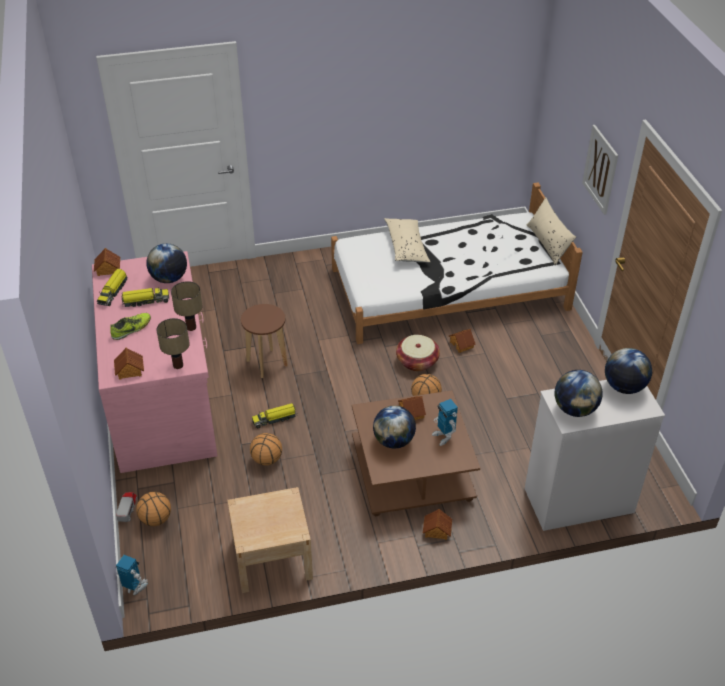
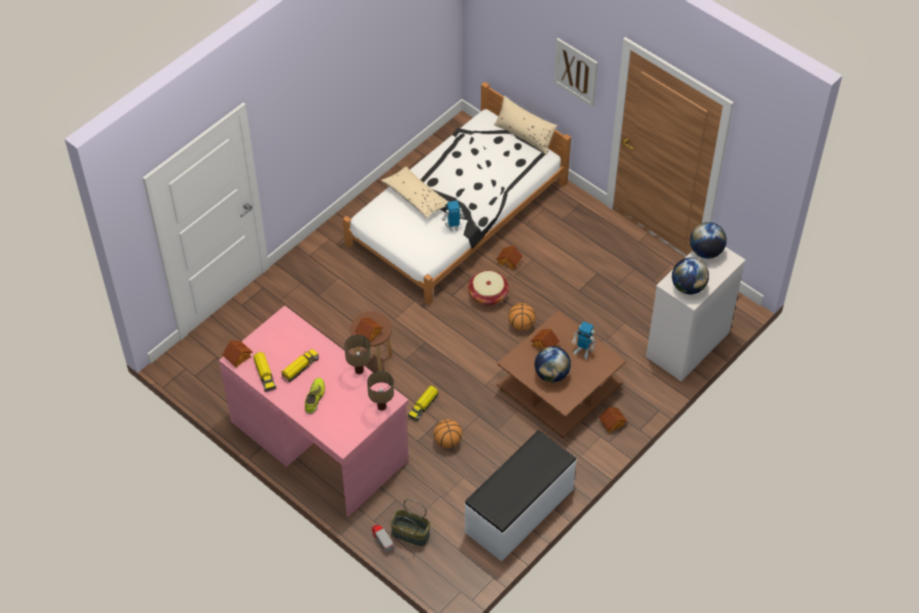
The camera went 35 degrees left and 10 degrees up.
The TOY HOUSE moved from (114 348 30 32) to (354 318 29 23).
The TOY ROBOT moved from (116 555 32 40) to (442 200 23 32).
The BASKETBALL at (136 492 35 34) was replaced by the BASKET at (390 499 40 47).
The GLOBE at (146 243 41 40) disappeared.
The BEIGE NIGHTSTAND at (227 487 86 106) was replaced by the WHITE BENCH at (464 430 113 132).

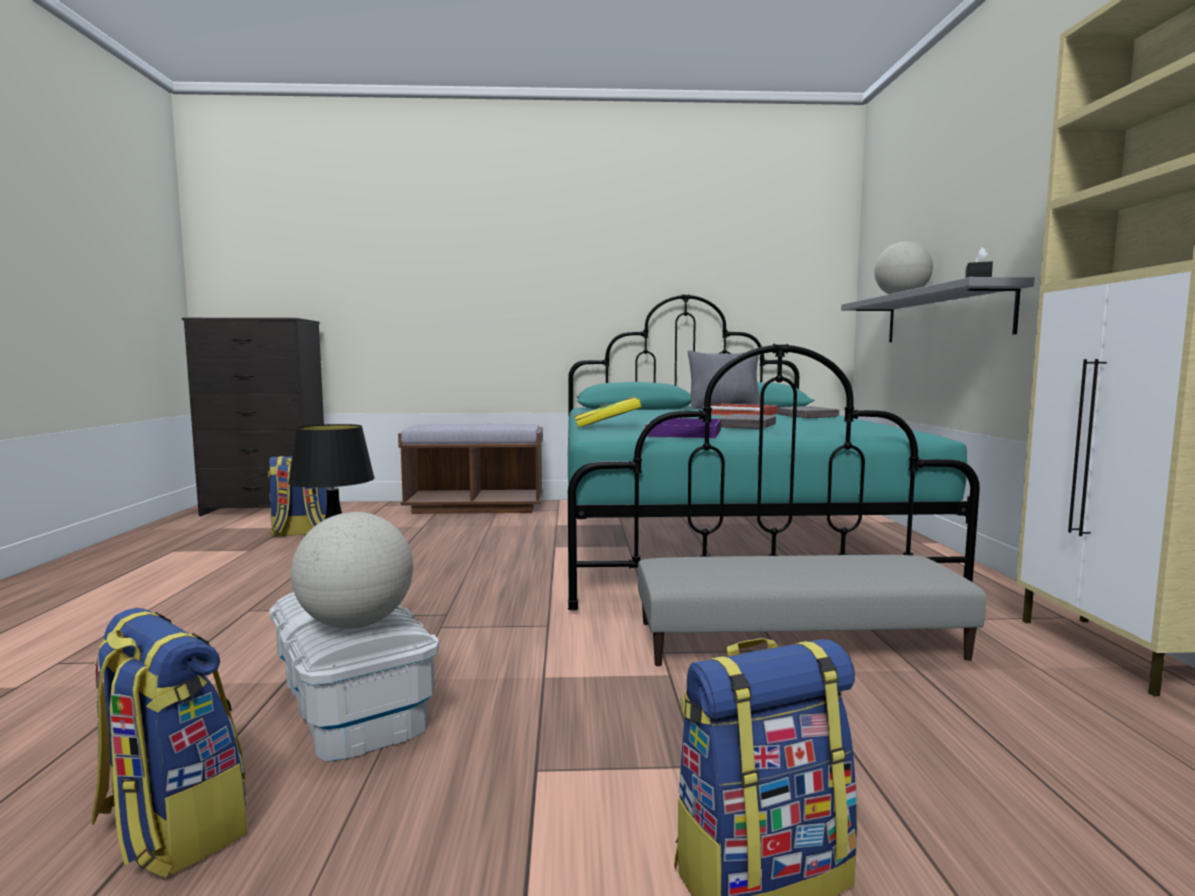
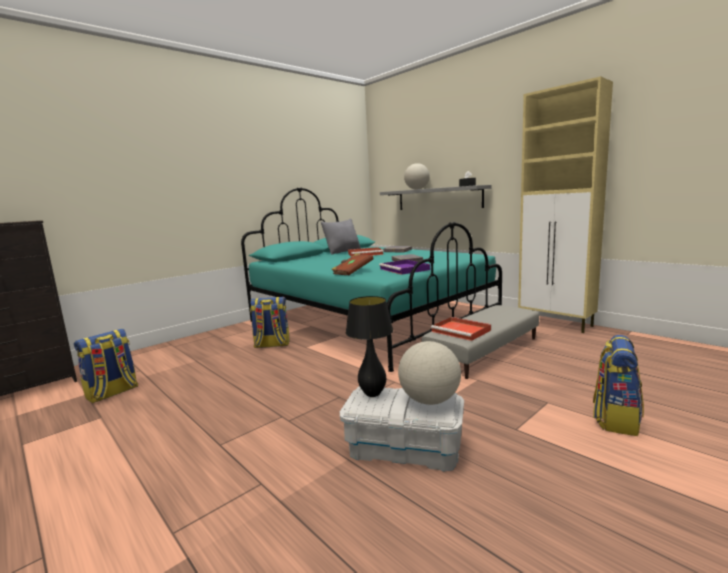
The camera went 40 degrees left and 5 degrees up.
The BACKPACK moved from (92 608 156 270) to (250 297 39 51).
The BROWN BENCH at (398 424 145 90) disappeared.
The YELLOW BOOK at (574 396 68 32) became the BROWN BOOK at (331 253 43 23).
The RED TRAY at (431 317 60 24) appeared.

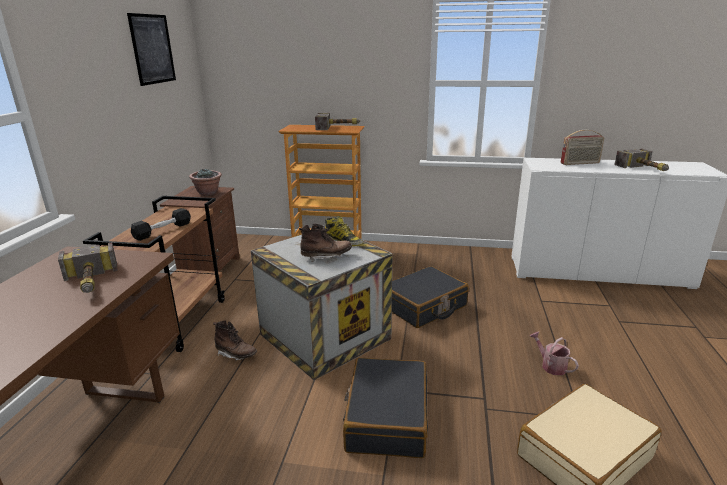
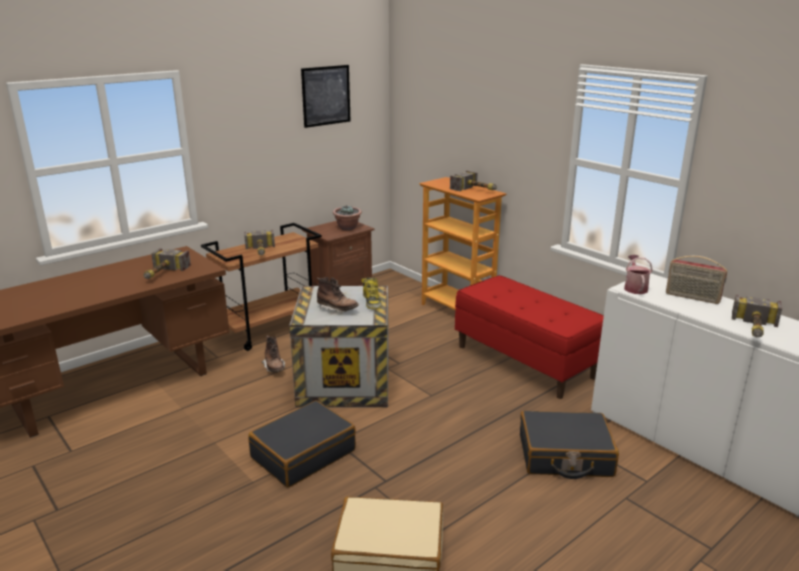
The camera went 40 degrees right and 0 degrees up.
The BLACK DUMBBELL at (131 208 60 33) was replaced by the HAMMER at (244 230 31 25).
The BLACK SUITCASE moved from (392 266 77 62) to (520 411 99 68).
The WATERING CAN moved from (530 332 49 43) to (624 255 29 39).
The RED BENCH at (455 275 149 124) appeared.

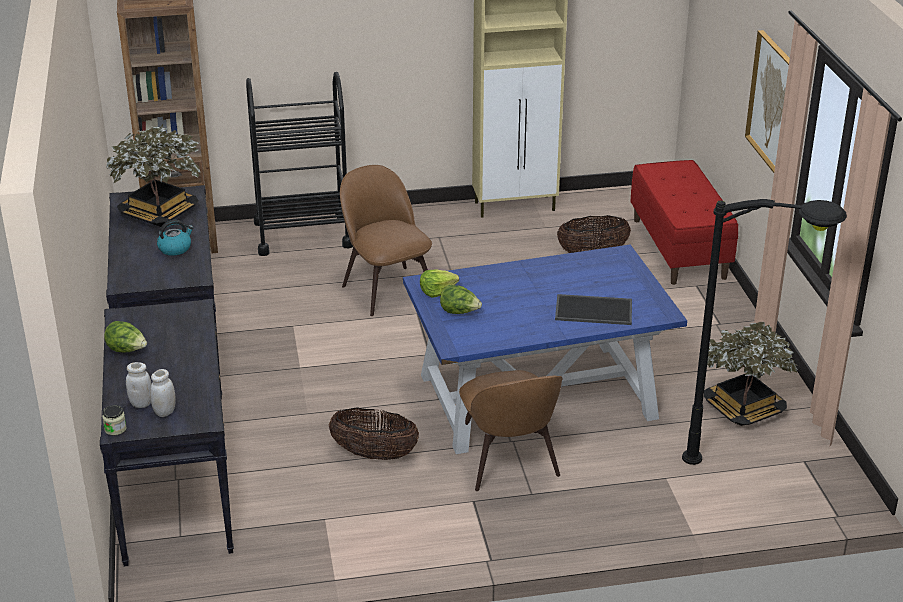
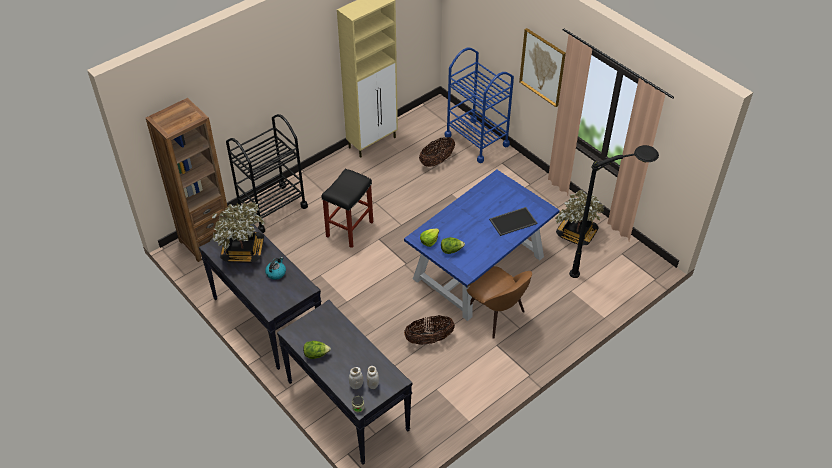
The camera went 30 degrees left and 15 degrees up.
The BROWN CHAIR at (340 165 92 151) was replaced by the BLACK STOOL at (322 169 51 79).
The RED BENCH at (630 160 108 125) was replaced by the BLUE CART at (445 48 69 115).

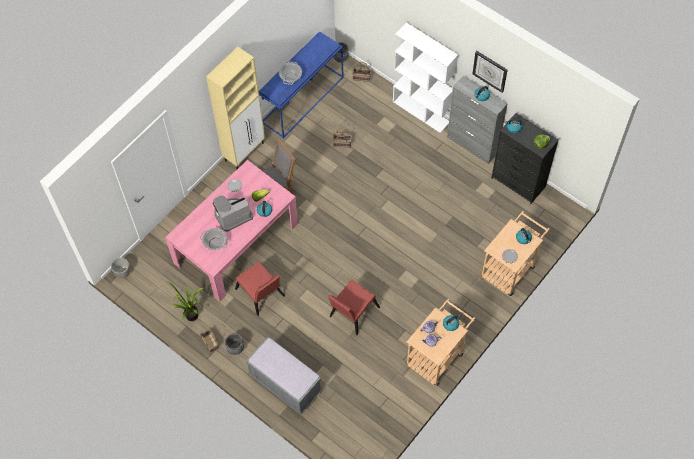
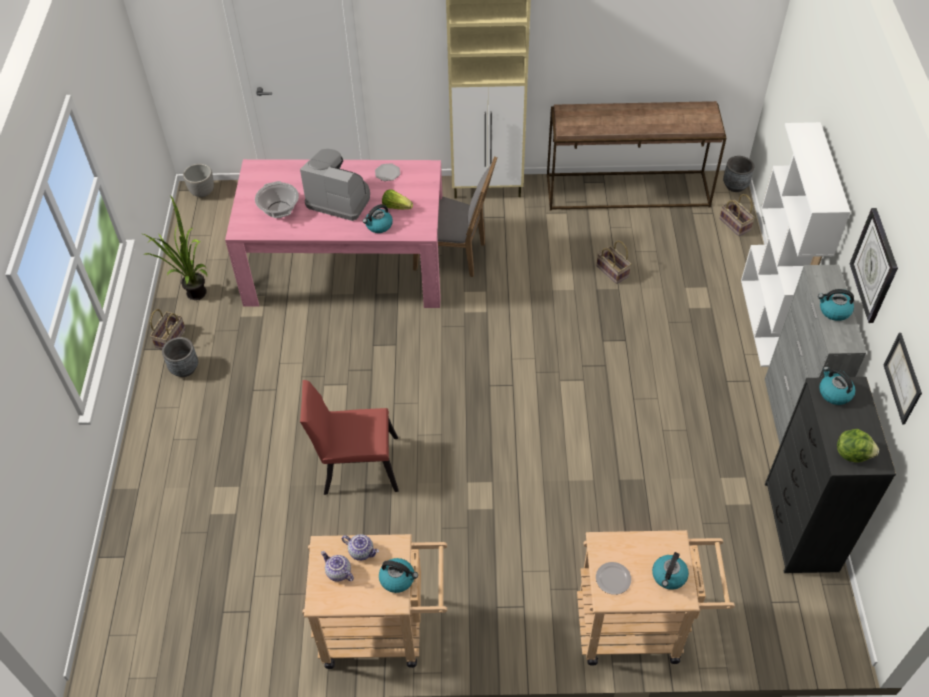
The camera went 50 degrees right and 10 degrees down.
The RED CHAIR at (235 261 50 55) disappeared.
The GREY BENCH at (246 337 76 78) disappeared.
The BLUE CONSOLE TABLE at (259 31 85 108) became the BROWN CONSOLE TABLE at (547 101 179 109).
The COOKING POT at (279 62 23 23) disappeared.
The PICTURE at (884 333 38 91) appeared.

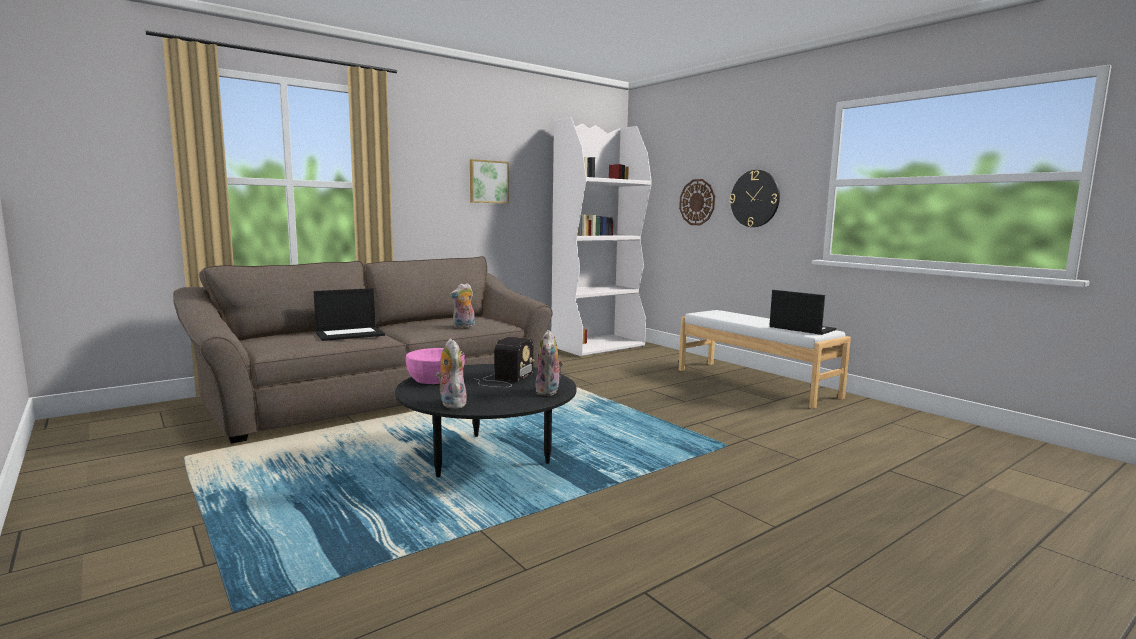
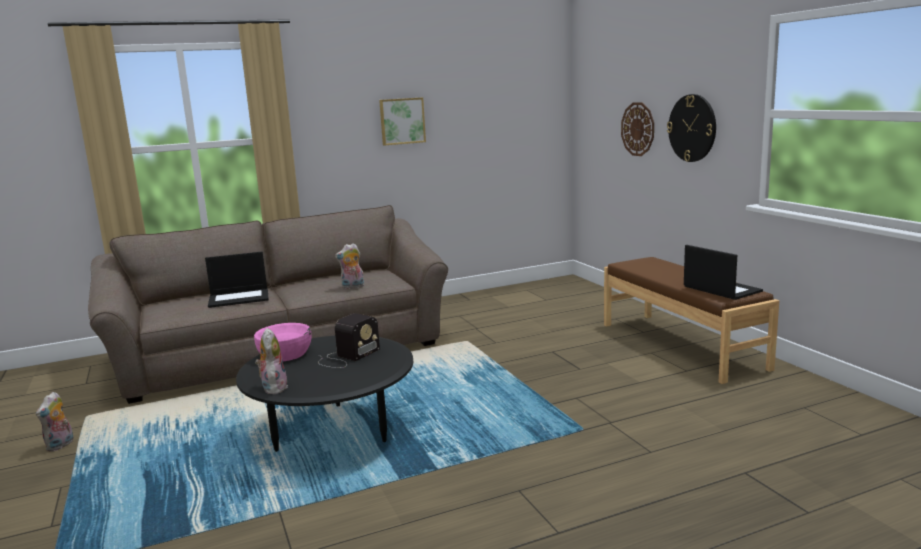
The camera went 15 degrees right and 5 degrees up.
The PLUSH TOY moved from (536 330 28 66) to (36 392 38 60).
The WHITE BOOKCASE at (551 117 101 239) disappeared.
The WHITE BENCH at (679 310 172 99) became the BROWN BENCH at (604 257 175 127).

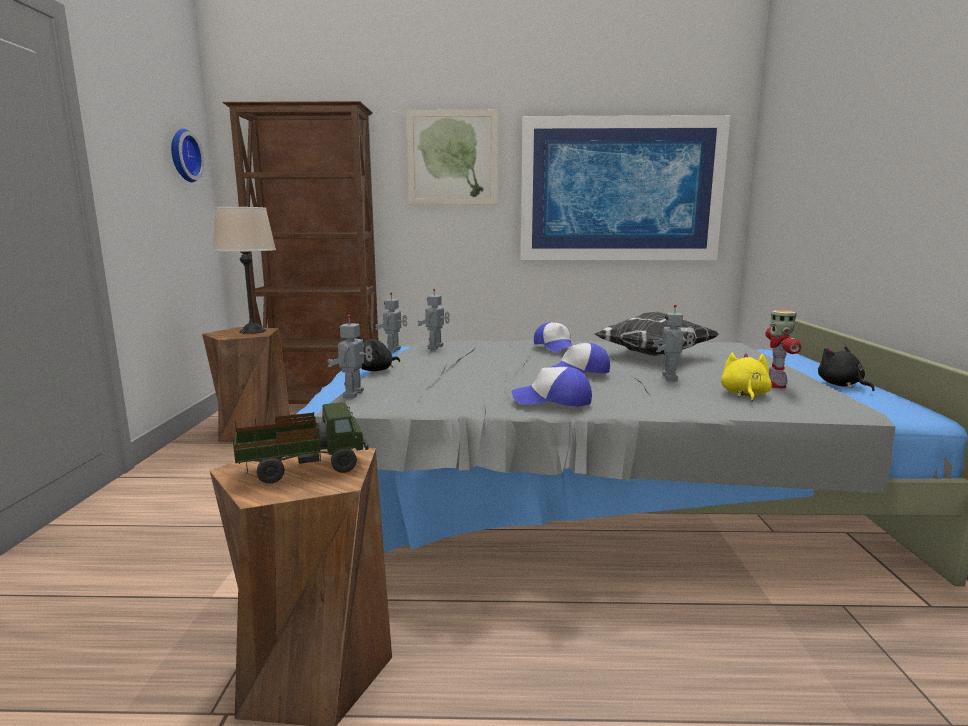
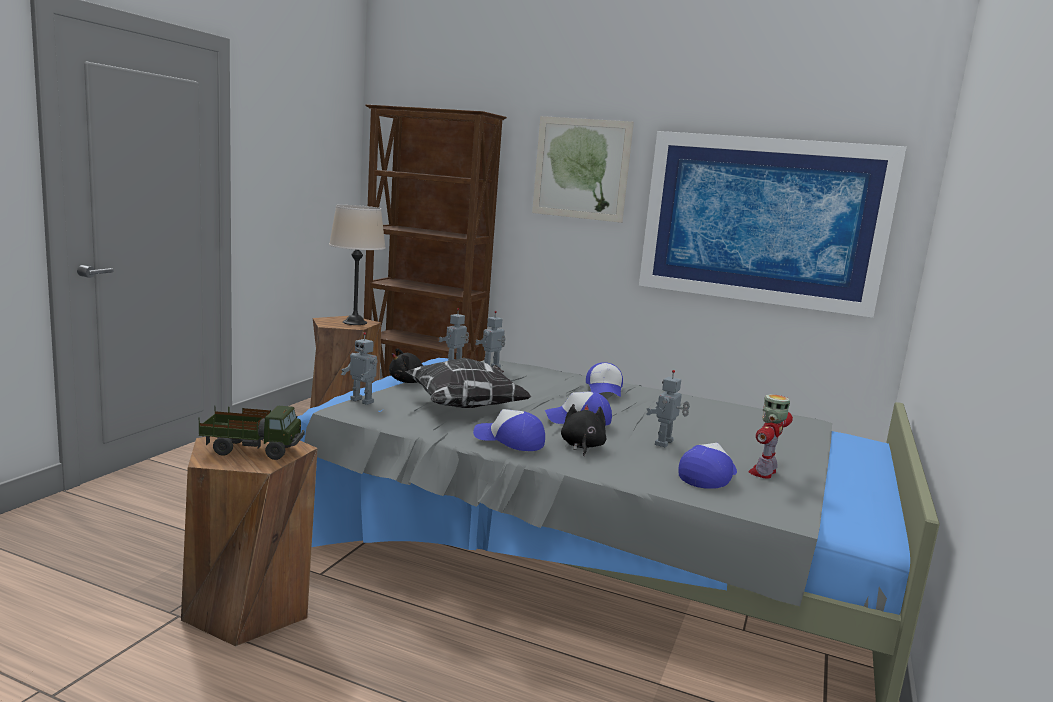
The camera went 20 degrees right and 0 degrees up.
The WALL CLOCK at (171 129 33 53) disappeared.
The TOY ROBOT at (327 315 46 83) turned 90 degrees counterclockwise.
The PILLOW moved from (594 312 126 44) to (405 358 127 50).
The YELLOW PLUSH TOY at (721 353 51 49) was replaced by the CAP at (678 443 59 46).
The BLACK PLUSH TOY moved from (818 346 57 45) to (561 404 45 52).

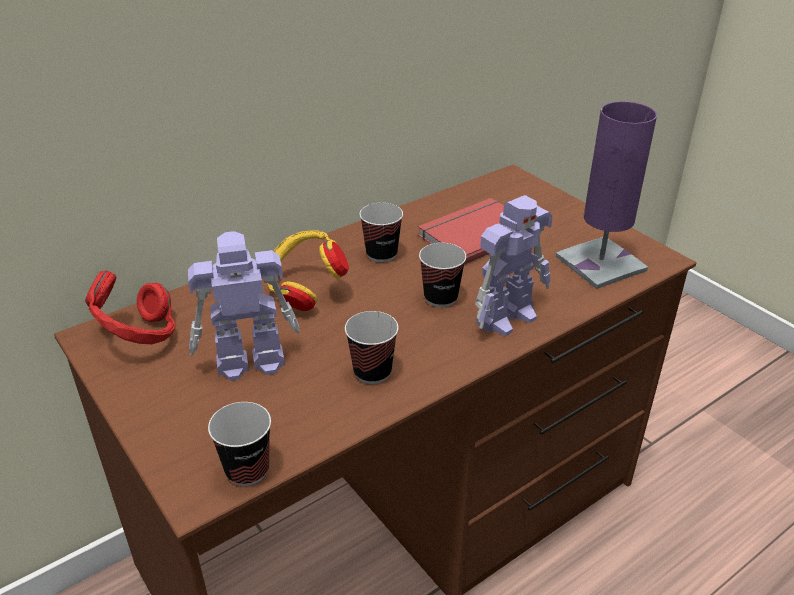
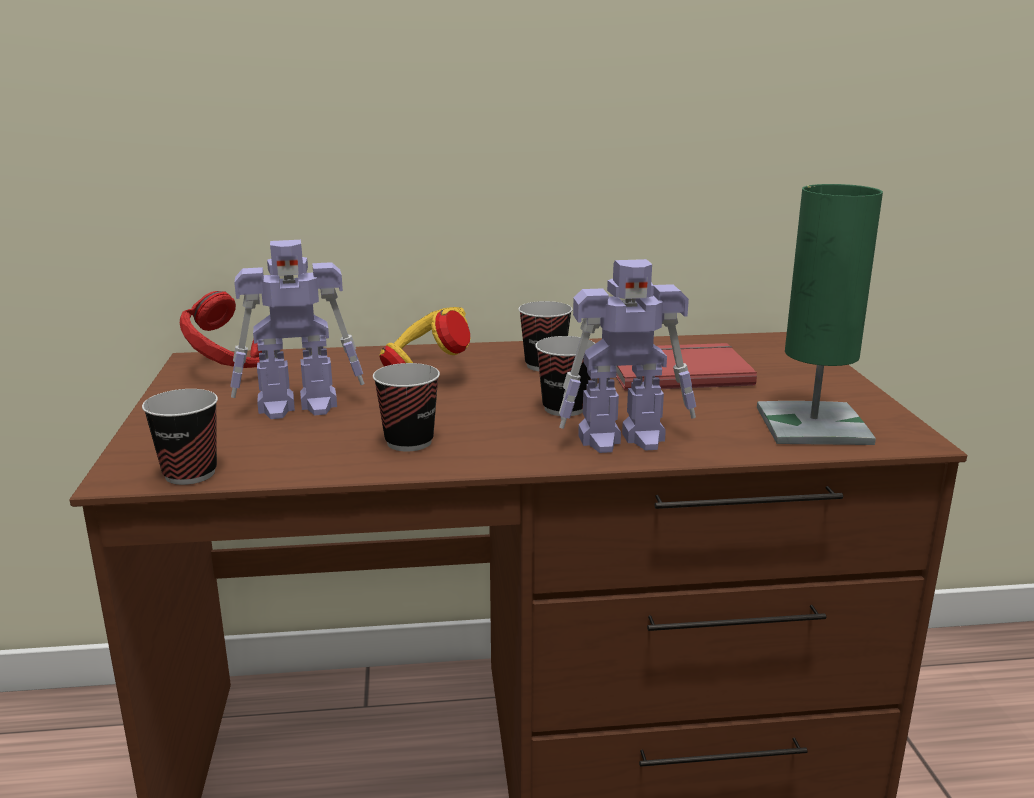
The camera went 30 degrees right and 15 degrees down.
The TOY ROBOT at (188 231 112 150) turned 150 degrees clockwise.
The PURPLE TABLE LAMP at (555 101 102 188) became the GREEN TABLE LAMP at (757 184 126 261).

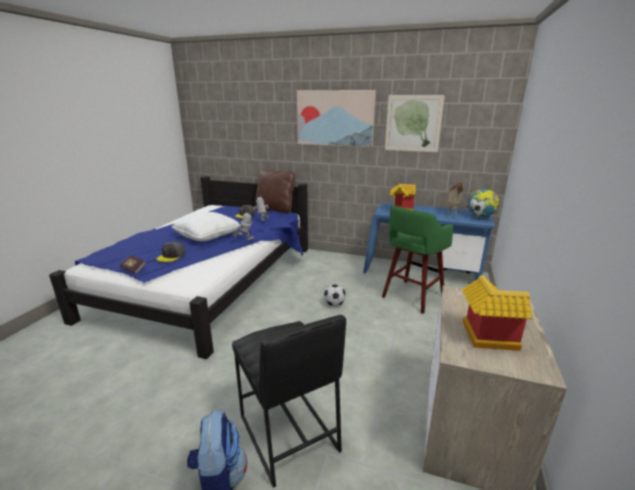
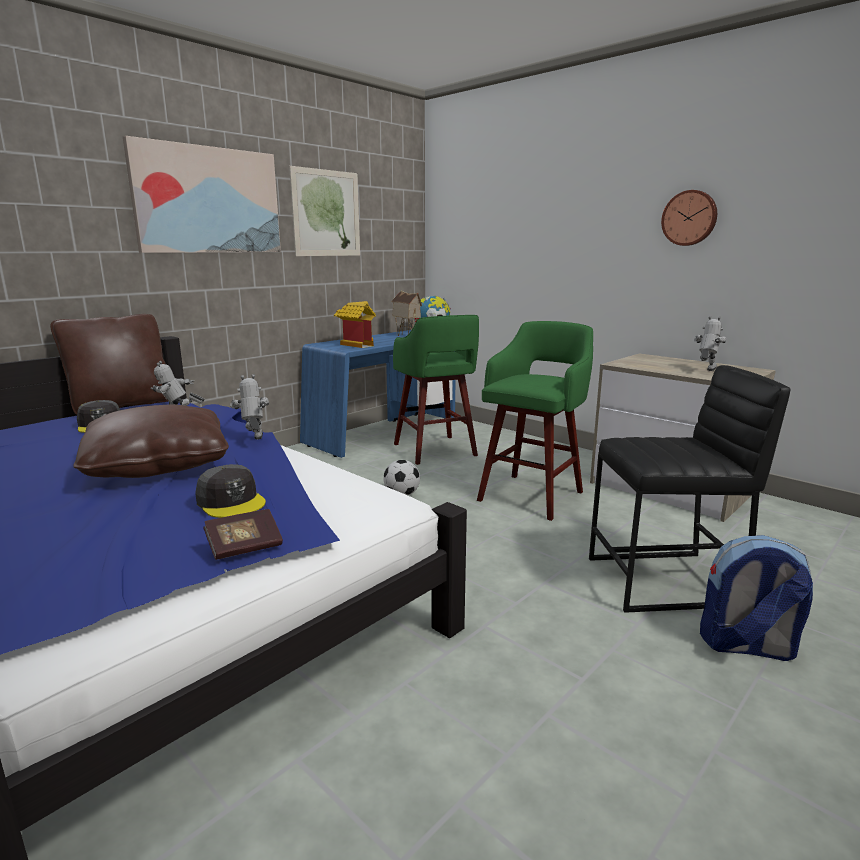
The camera went 65 degrees left and 5 degrees down.
The WHITE PILLOW at (172 212 68 29) became the BROWN PILLOW at (73 404 156 74).
The TOY HOUSE at (462 275 70 76) was replaced by the TOY ROBOT at (694 316 32 55).
The GREEN STOOL at (477 321 116 200) appeared.
The WALL CLOCK at (661 190 56 56) appeared.

